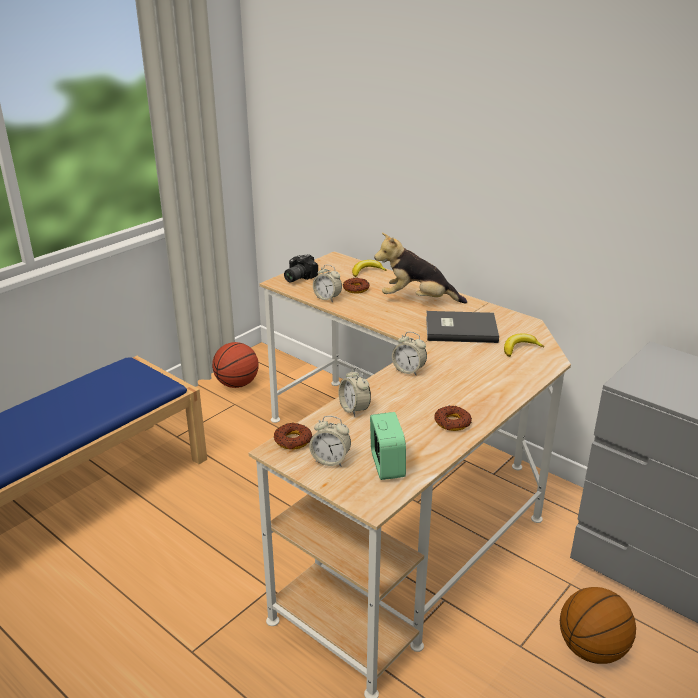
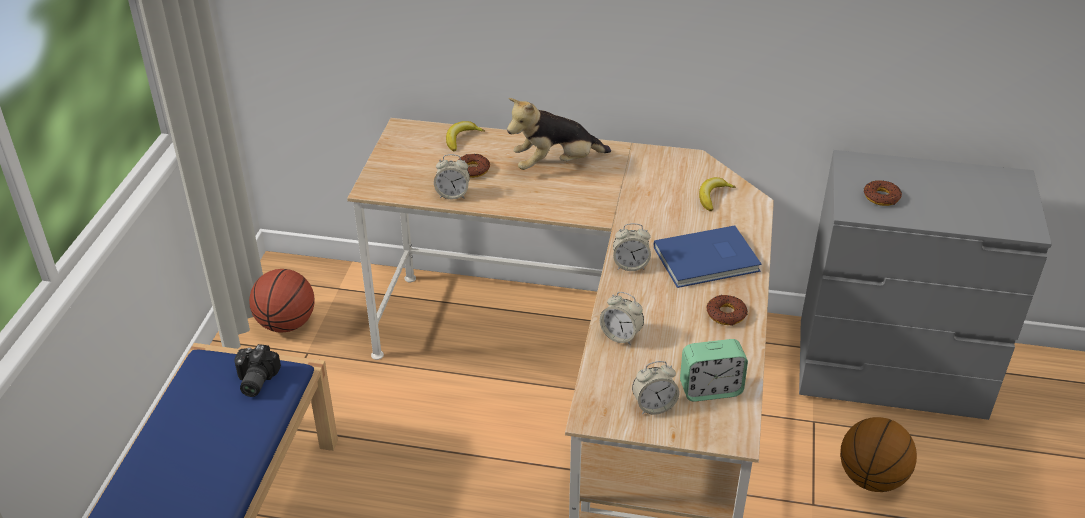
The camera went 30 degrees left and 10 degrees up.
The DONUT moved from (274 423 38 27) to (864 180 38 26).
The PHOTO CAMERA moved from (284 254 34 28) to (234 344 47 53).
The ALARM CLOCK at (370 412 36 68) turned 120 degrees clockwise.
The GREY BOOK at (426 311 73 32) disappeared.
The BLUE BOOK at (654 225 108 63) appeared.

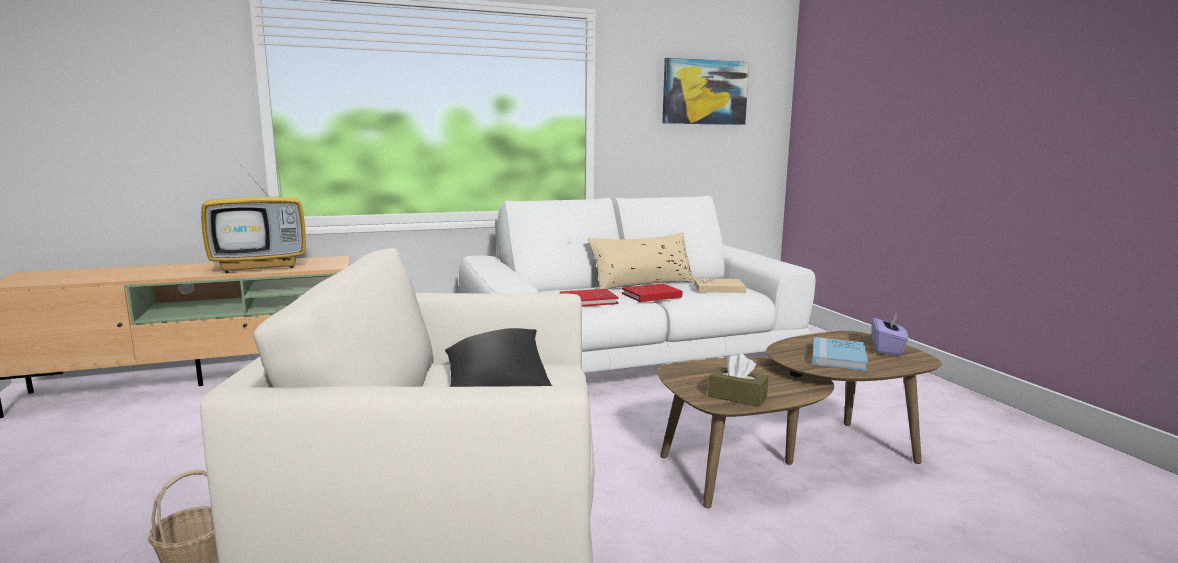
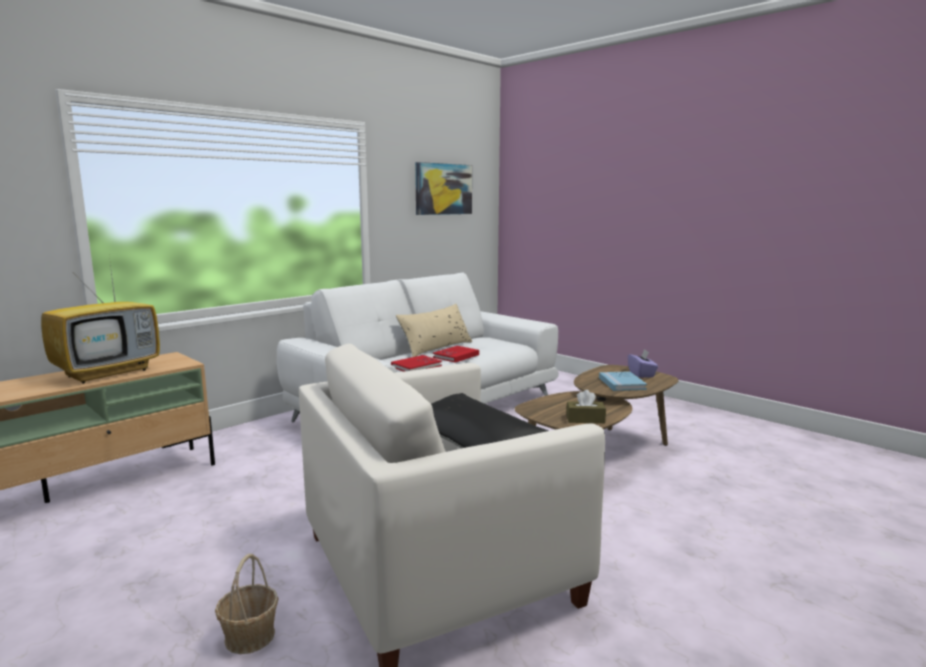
The camera went 25 degrees left and 0 degrees up.
The BEIGE BOOK at (694 278 52 15) disappeared.

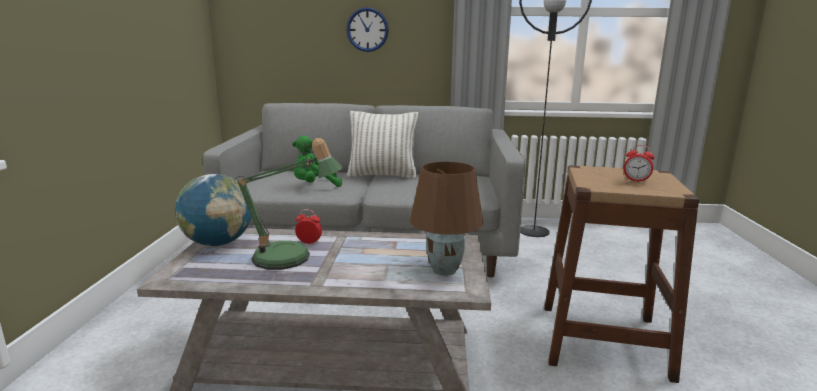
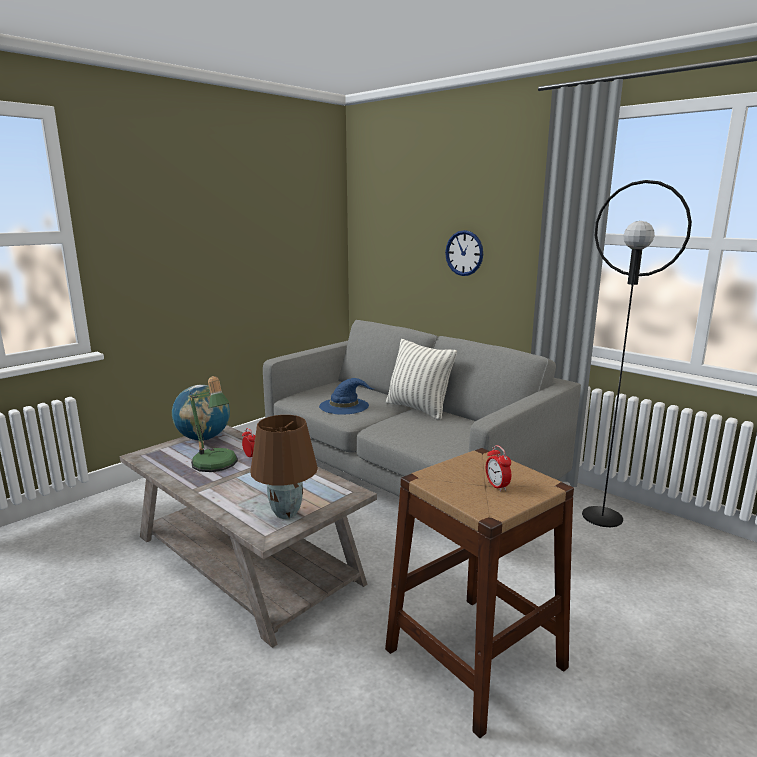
The camera went 40 degrees right and 0 degrees up.
The GREEN PLUSH TOY at (292 135 50 52) was replaced by the BLUE HAT at (319 378 54 37).

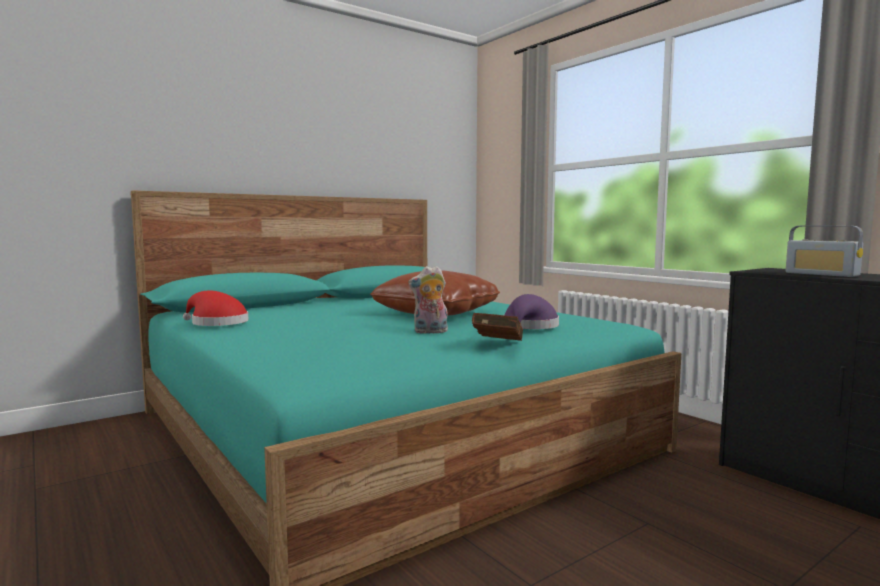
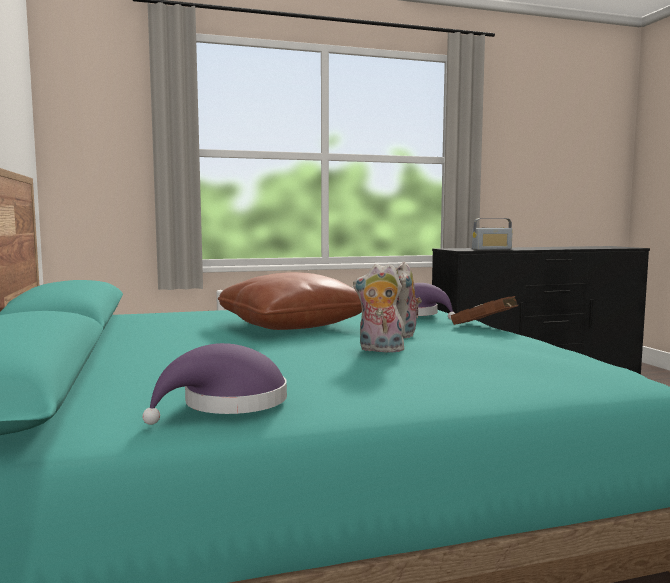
The camera went 70 degrees left and 0 degrees up.
The RED HAT at (183 291 66 35) became the PURPLE HAT at (142 343 145 82).
The PLUSH TOY at (353 264 53 89) appeared.

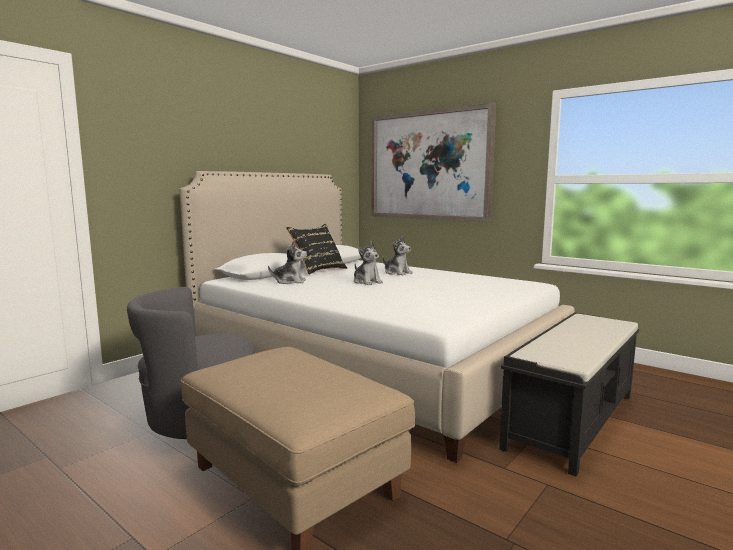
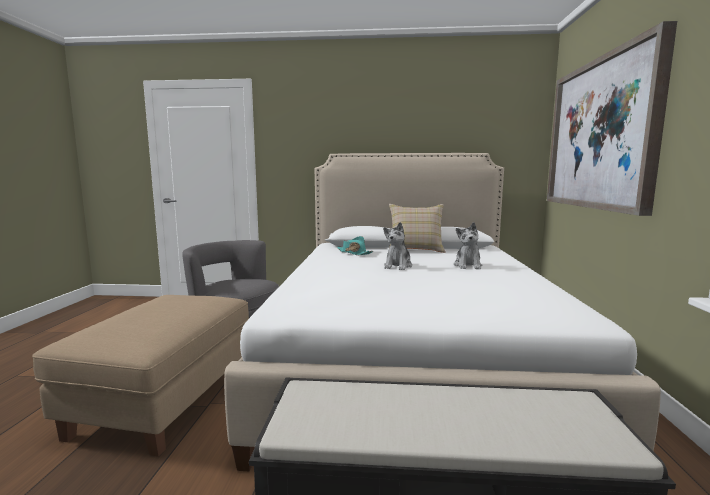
The camera went 55 degrees right and 0 degrees up.
The PLUSH TOY at (268 241 39 43) was replaced by the TURQUOISE HAT at (337 236 36 19).
The BLACK PILLOW at (286 224 61 51) became the BEIGE PILLOW at (389 204 57 49).

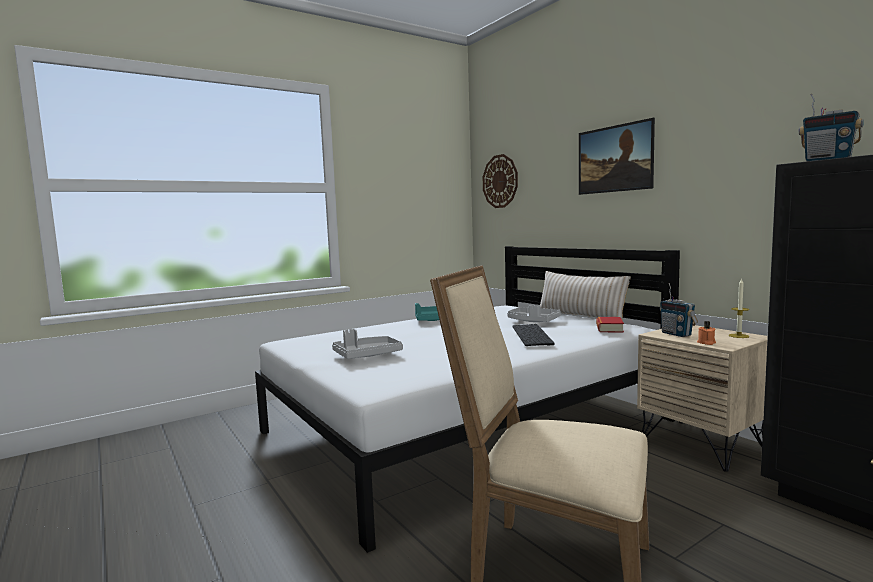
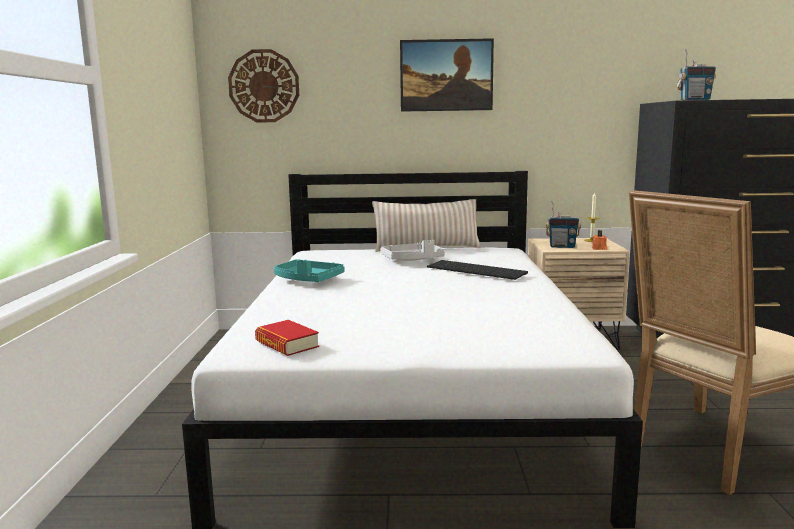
The camera went 55 degrees left and 5 degrees up.
The GREY TRAY at (332 329 71 30) disappeared.
The BOOK moved from (596 317 28 16) to (255 320 64 36).

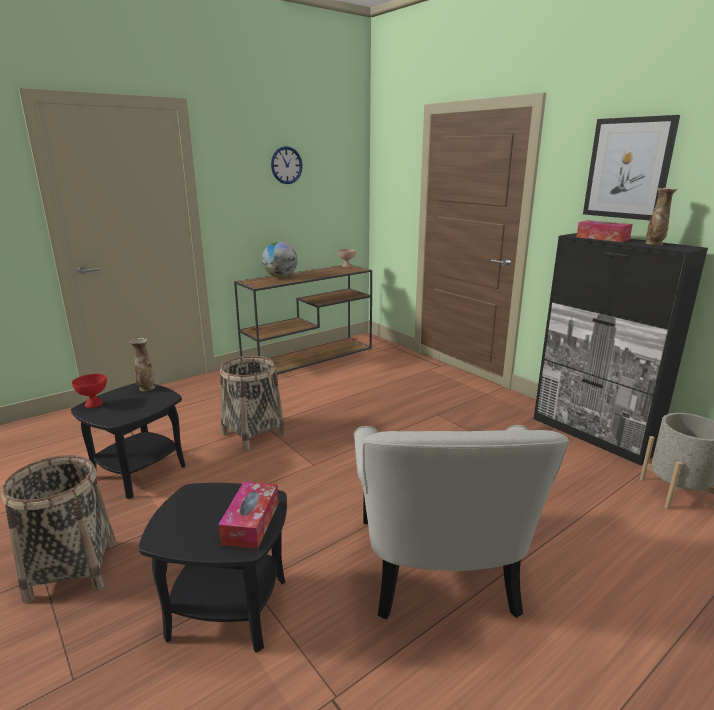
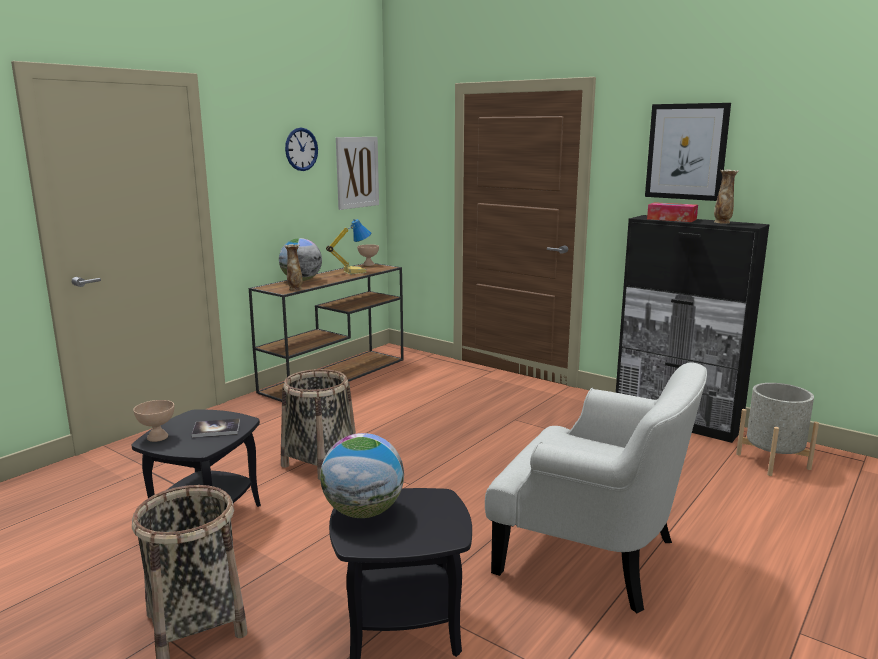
The camera went 15 degrees left and 5 degrees down.
The RED BOWL at (72 374 35 34) became the BEIGE BOWL at (133 400 42 42).
The VASE moved from (129 338 26 53) to (284 244 19 47).
The TISSUE BOX at (218 481 61 68) disappeared.
The WHITE ARMCHAIR at (353 425 216 195) turned 45 degrees counterclockwise.
The BOOK at (192 419 48 19) appeared.
The GLOBE at (320 433 84 85) appeared.
The TABLE LAMP at (326 219 45 56) appeared.
The PICTURE at (336 137 43 73) appeared.

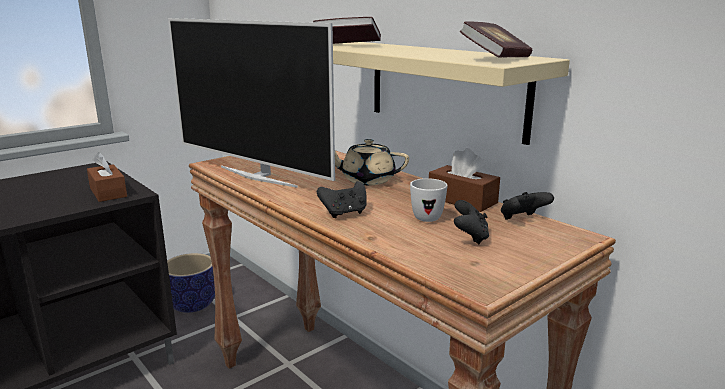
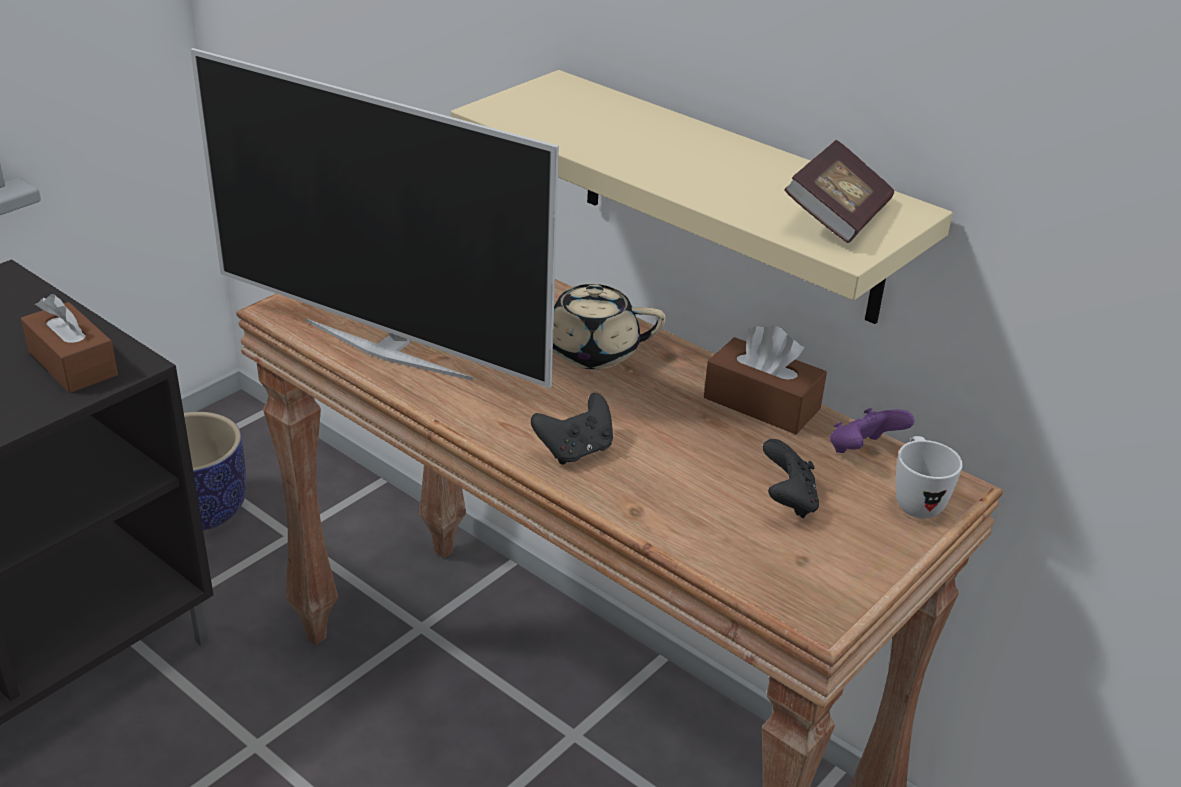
The camera went 10 degrees left and 15 degrees up.
The BOOK at (313 17 68 27) disappeared.
The WHITE MUG moved from (410 178 38 44) to (896 436 67 83).
The BLACK GAME CONTROLLER at (501 192 53 28) became the PURPLE GAME CONTROLLER at (830 408 84 45).

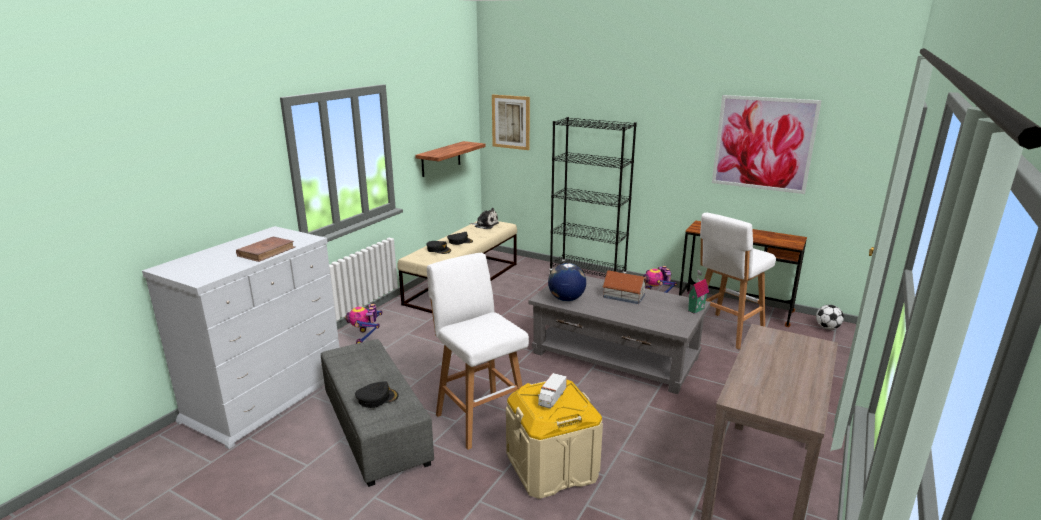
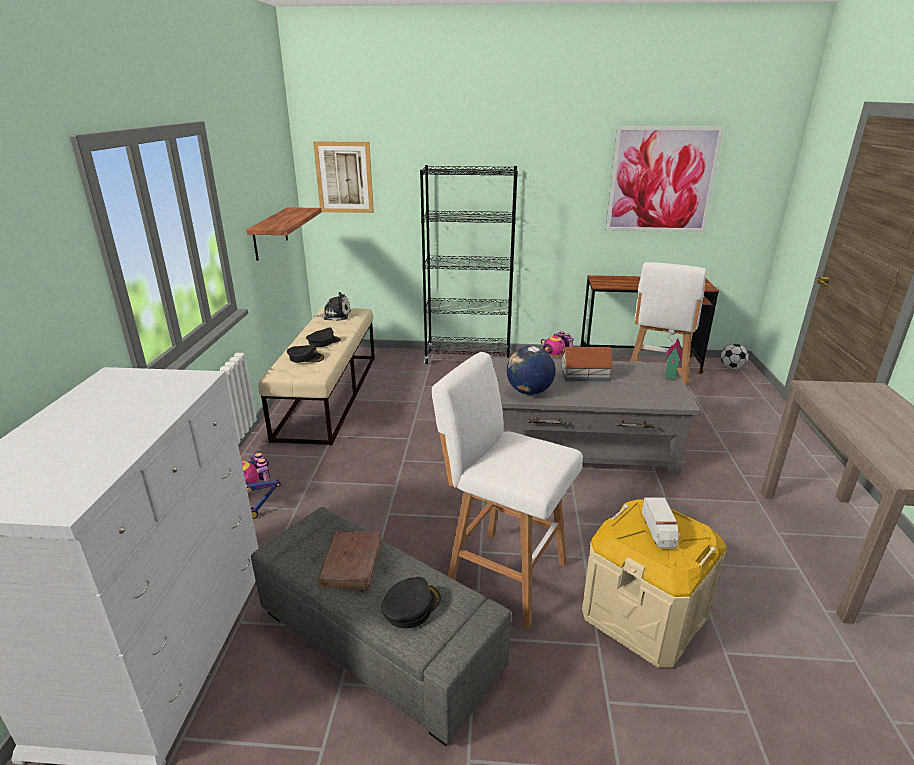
The camera went 25 degrees left and 5 degrees up.
The BROWN BOOK moved from (236 237 59 25) to (318 530 65 60).

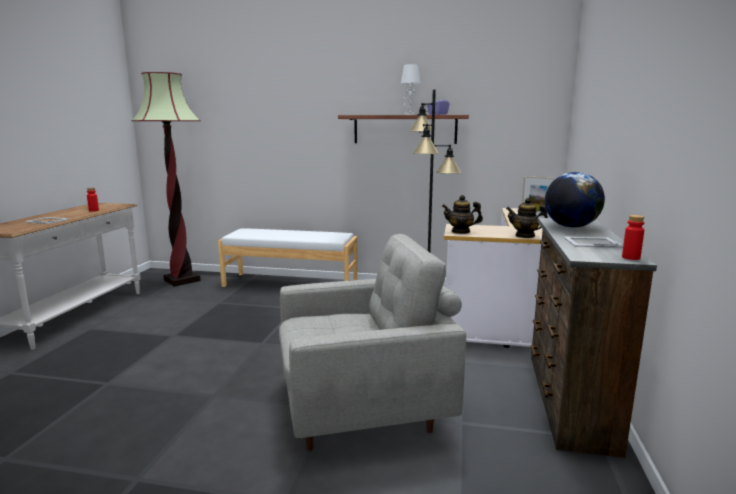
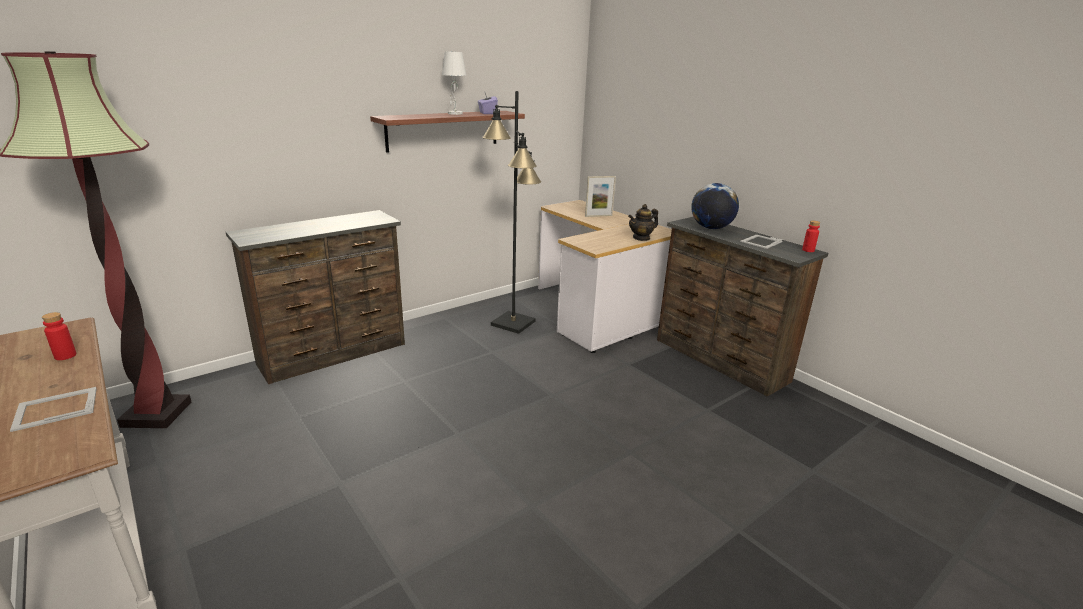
The camera went 50 degrees left and 10 degrees up.
The WHITE BENCH at (218 228 140 59) was replaced by the BROWN DRESSER at (226 210 179 174).
The GREY ARMCHAIR at (279 234 187 217) disappeared.
The TEAPOT at (442 195 41 39) disappeared.

